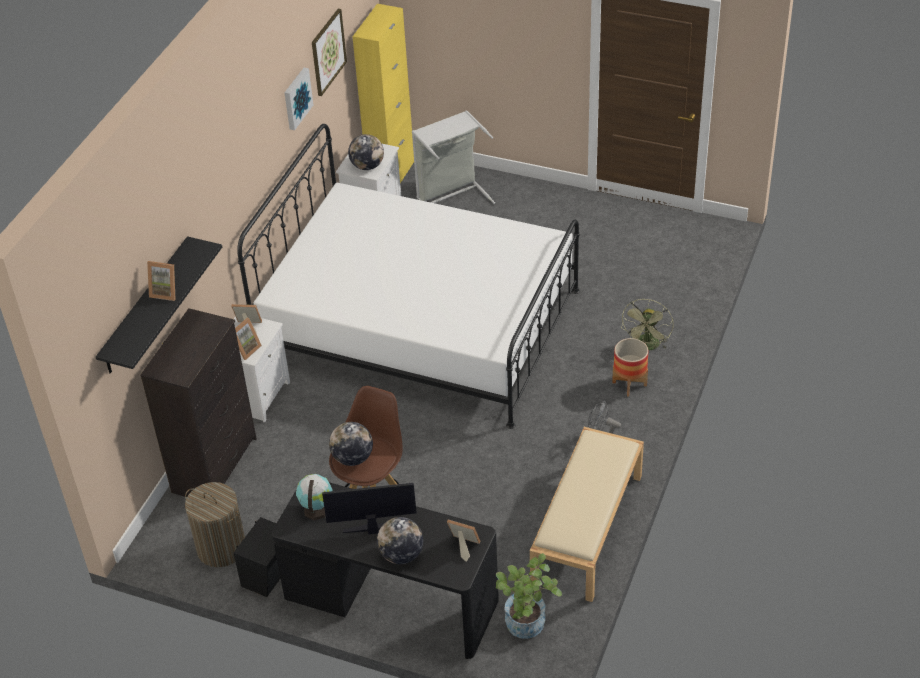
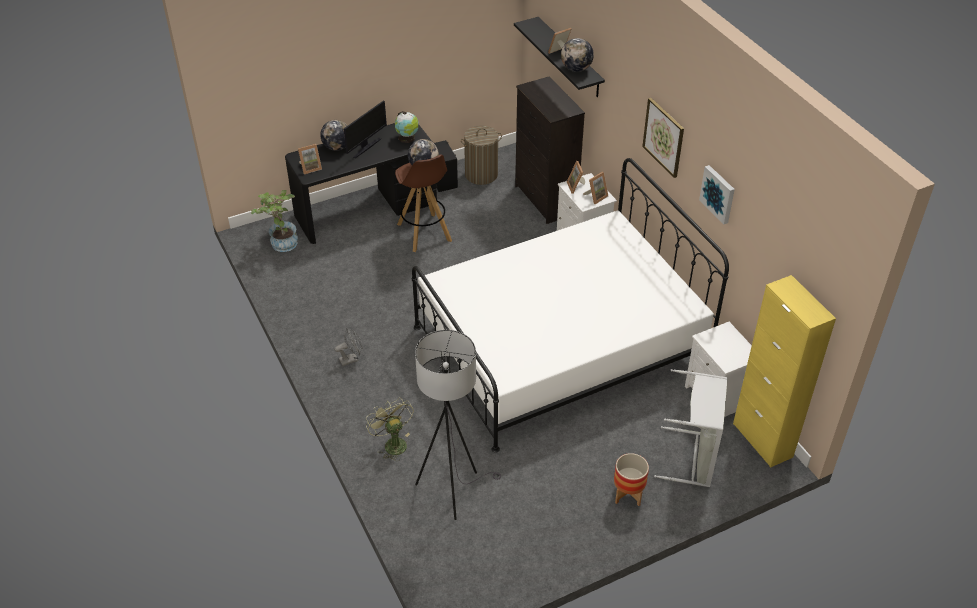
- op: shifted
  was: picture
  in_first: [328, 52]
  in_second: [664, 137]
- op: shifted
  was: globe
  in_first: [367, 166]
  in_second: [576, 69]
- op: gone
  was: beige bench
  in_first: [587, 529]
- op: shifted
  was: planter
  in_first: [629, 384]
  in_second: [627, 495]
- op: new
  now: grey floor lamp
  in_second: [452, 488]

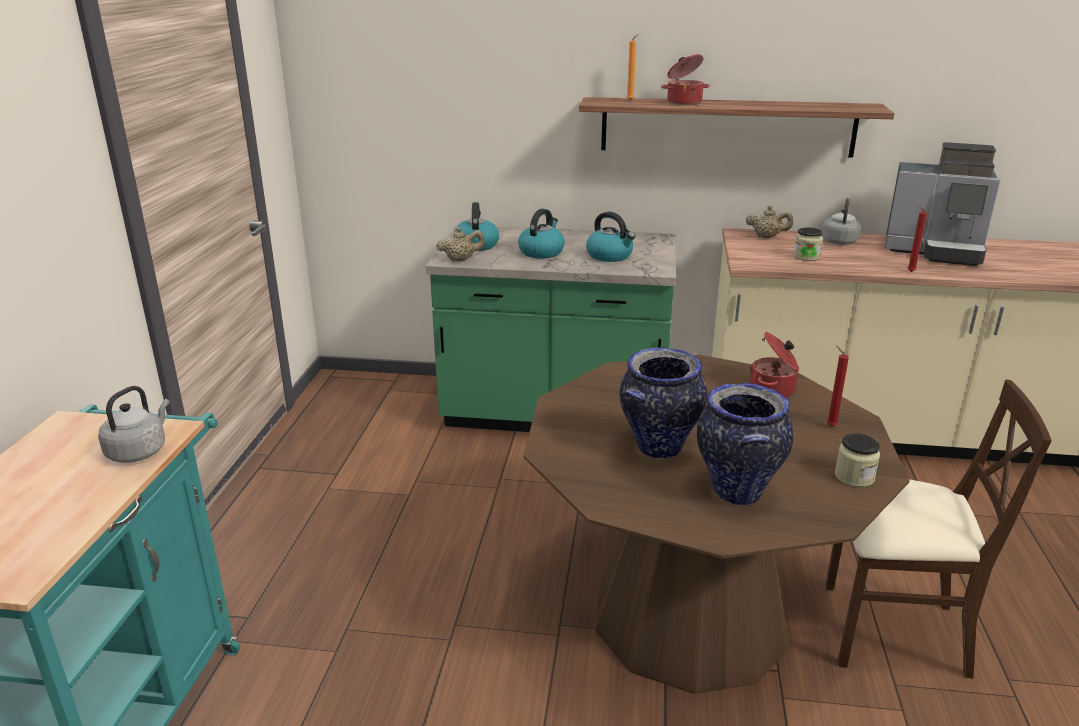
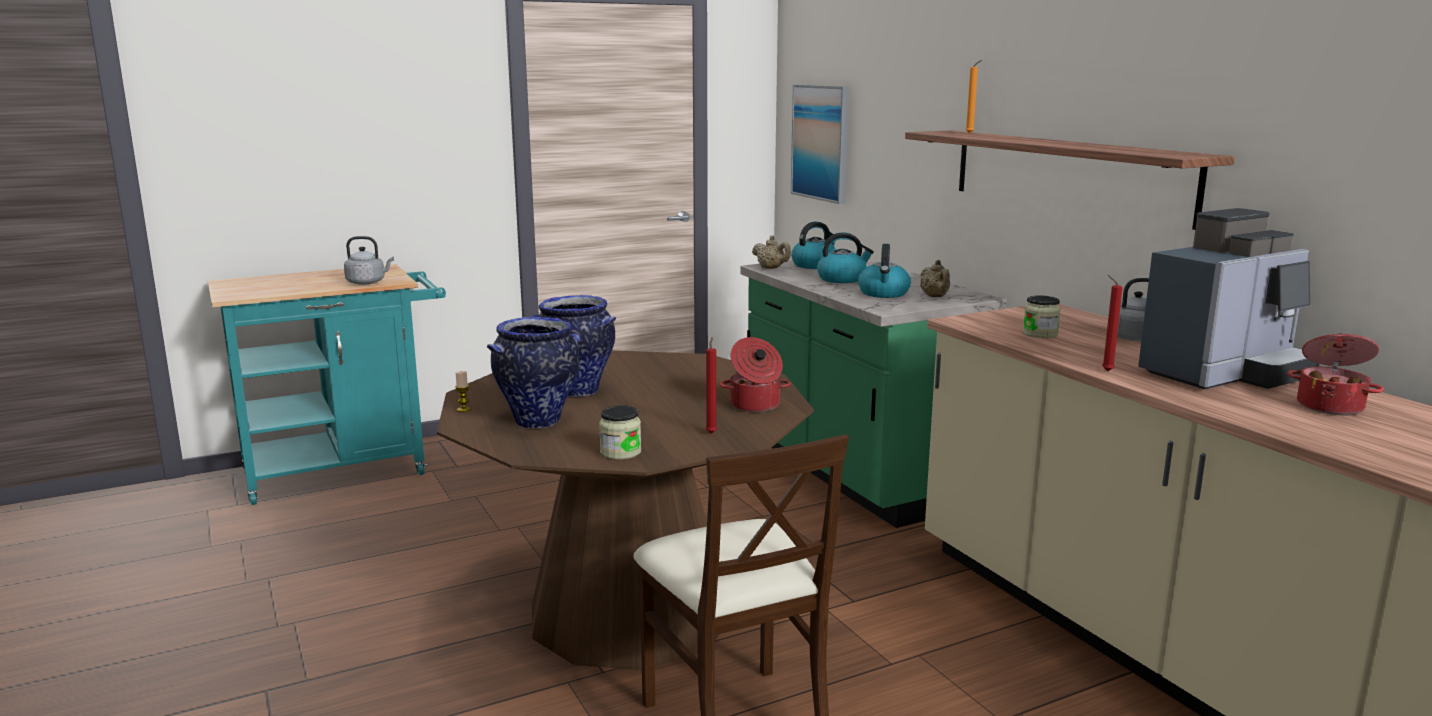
- op: shifted
  was: cooking pot
  in_first: [684, 102]
  in_second: [1330, 406]
- op: shifted
  was: beige teapot
  in_first: [767, 237]
  in_second: [935, 297]
- op: rotated
  was: coffee machine
  in_first: [935, 251]
  in_second: [1225, 373]
  clockwise: -105
- op: new
  now: candle
  in_second: [463, 410]
- op: new
  now: picture
  in_second: [821, 142]

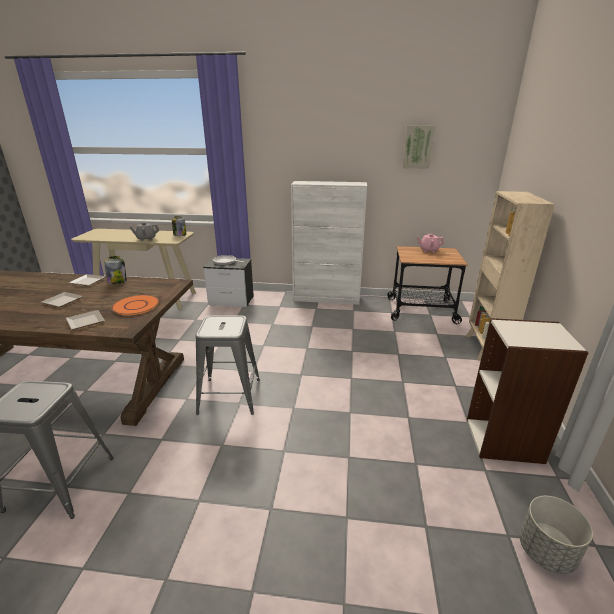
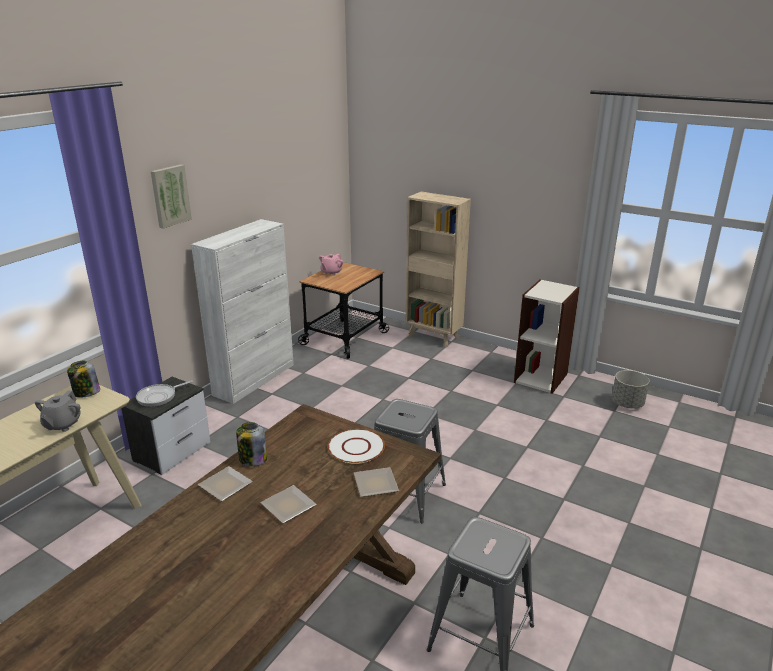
- op: repainted
  was: orange plate
  now: white plate
  in_first: [135, 306]
  in_second: [356, 447]
- op: shifted
  was: picture
  in_first: [417, 147]
  in_second: [170, 195]

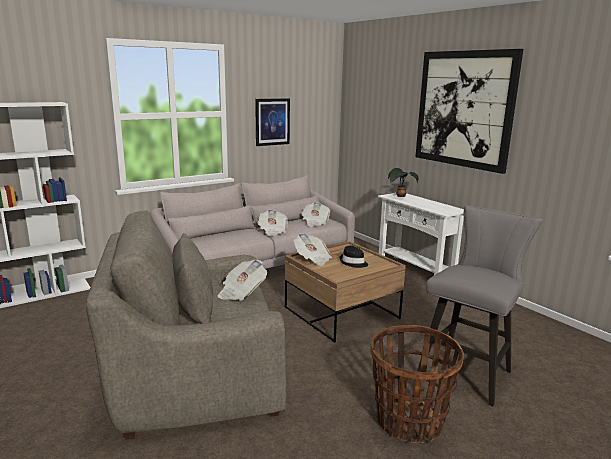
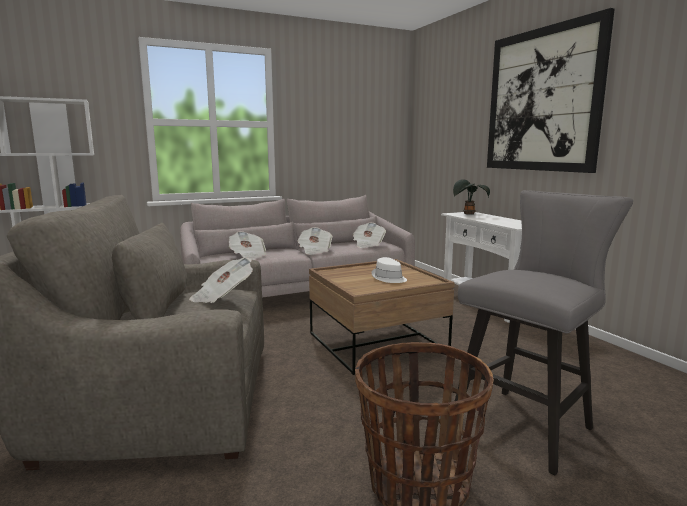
- op: gone
  was: picture
  in_first: [272, 122]
- op: shifted
  was: newspaper
  in_first: [312, 259]
  in_second: [248, 256]
- op: repainted
  was: black hat
  now: white hat
  in_first: [353, 262]
  in_second: [389, 278]

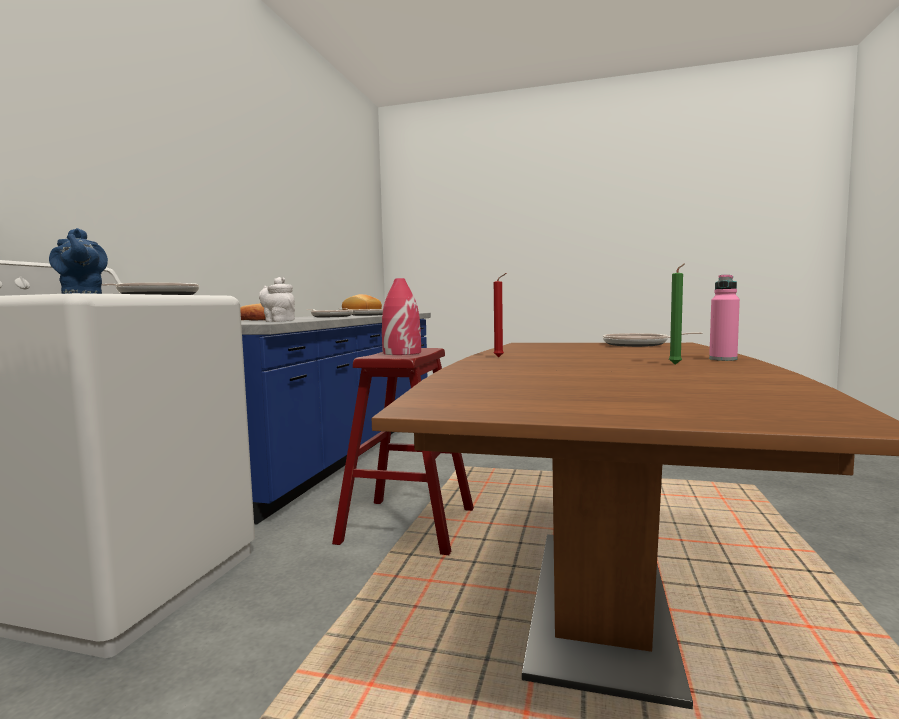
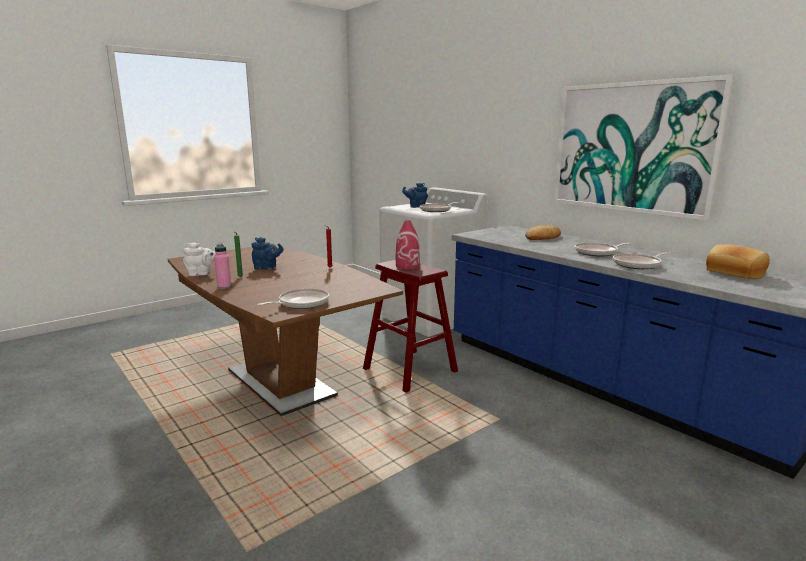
- op: shifted
  was: white teapot
  in_first: [278, 321]
  in_second: [202, 274]
- op: new
  now: blue teapot
  in_second: [267, 268]
- op: new
  now: picture
  in_second: [633, 147]

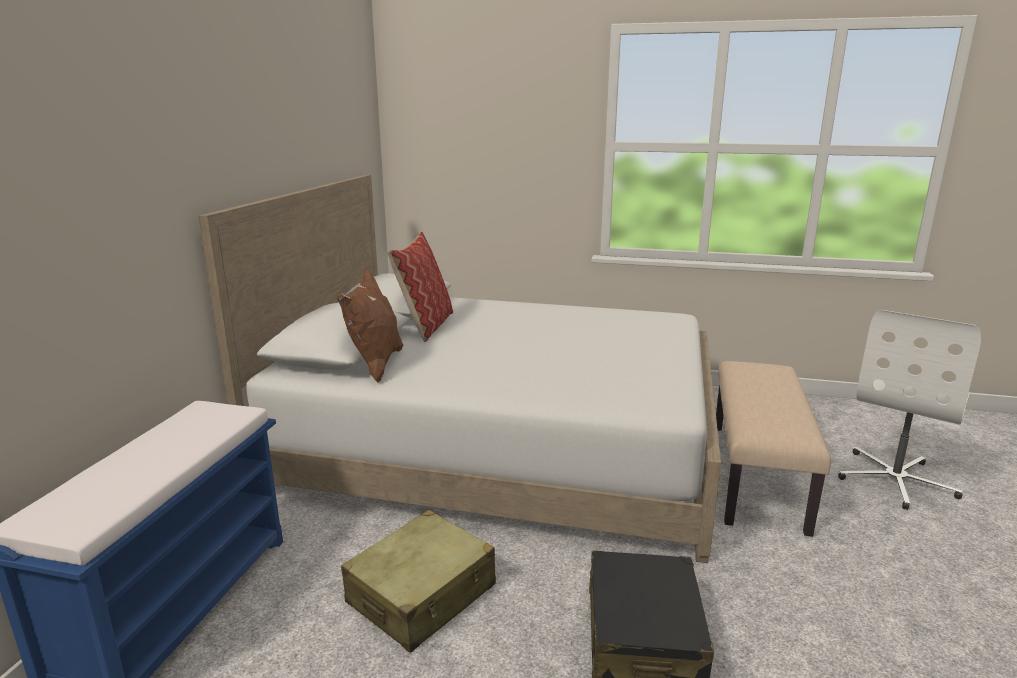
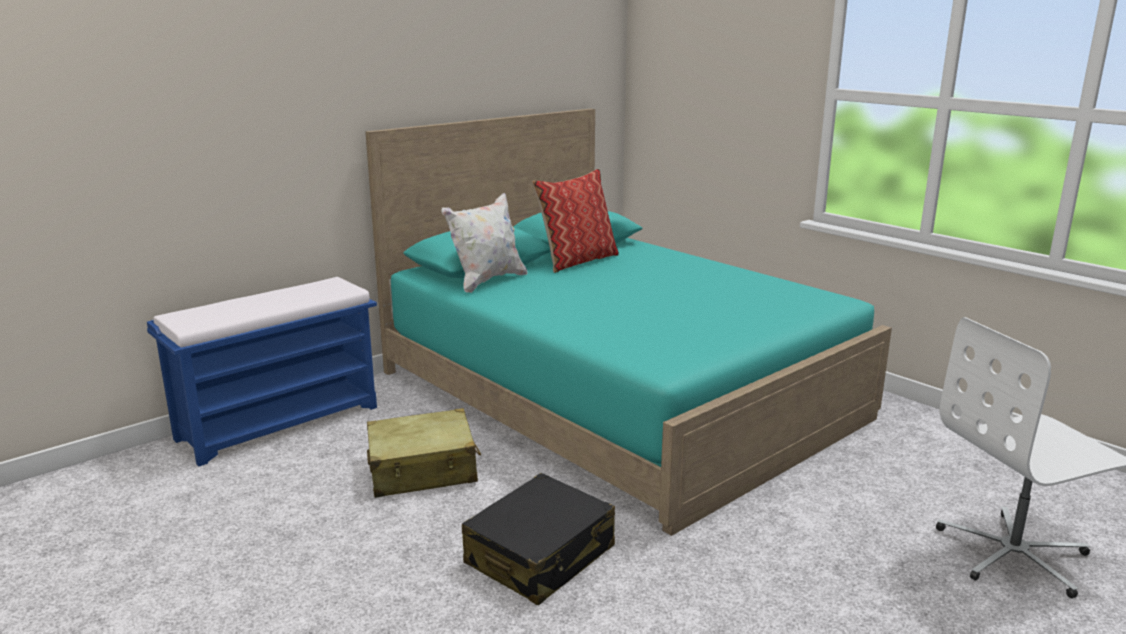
- op: repainted
  was: white bed
  now: turquoise bed
  in_first: [500, 444]
  in_second: [617, 393]
- op: repainted
  was: brown pillow
  now: white pillow
  in_first: [375, 365]
  in_second: [487, 281]
- op: gone
  was: beige bench
  in_first: [755, 474]

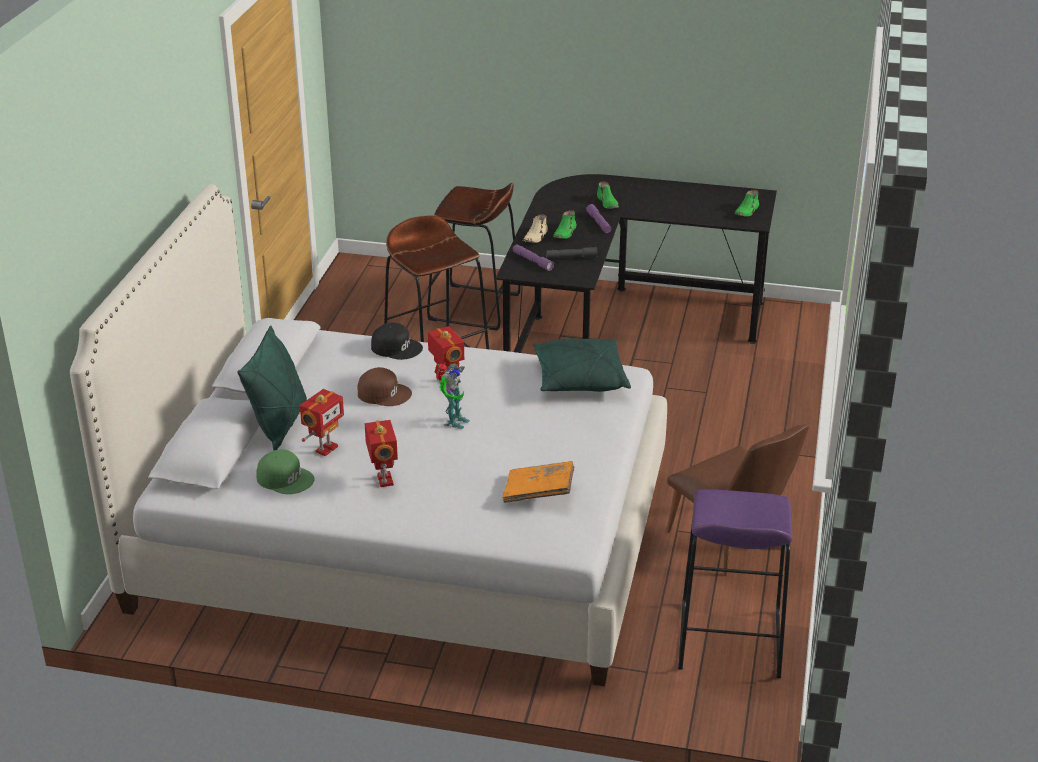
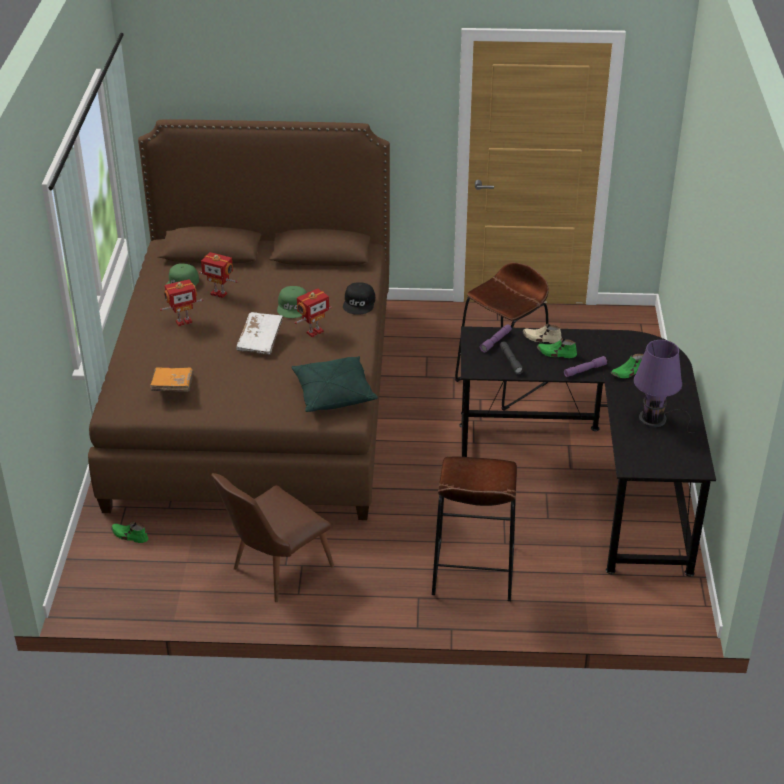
- op: repainted
  was: white bed
  now: brown bed
  in_first: [402, 539]
  in_second: [255, 399]
- op: gone
  was: green pillow
  in_first: [279, 424]
- op: repainted
  was: brown cap
  now: green cap
  in_first: [384, 393]
  in_second: [293, 306]
- op: shifted
  was: brown stool
  in_first: [474, 307]
  in_second: [473, 571]
- op: swapped
  was: toy robot
  now: white book
  in_first: [453, 421]
  in_second: [260, 340]
- op: gone
  was: purple stool
  in_first: [729, 640]
- op: shifted
  was: green shoe
  in_first: [747, 211]
  in_second: [129, 536]
- op: new
  now: purple table lamp
  in_second: [656, 419]

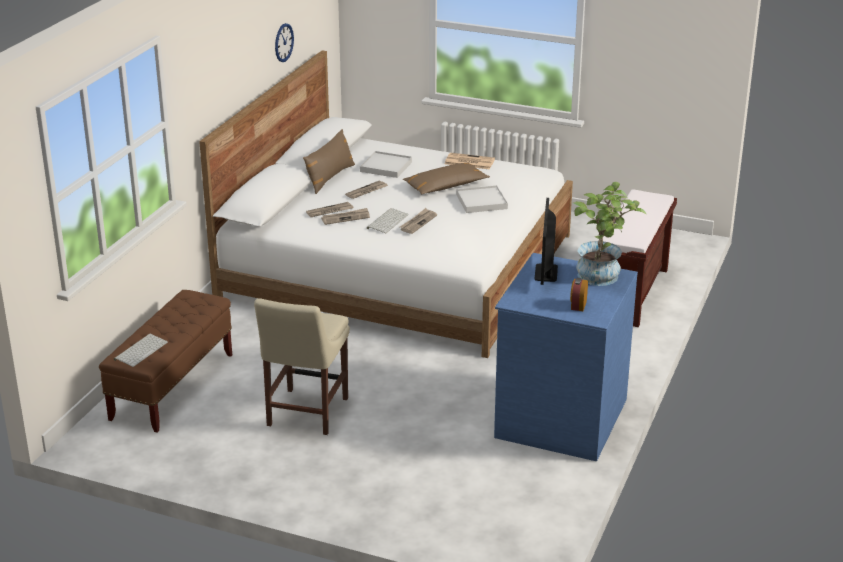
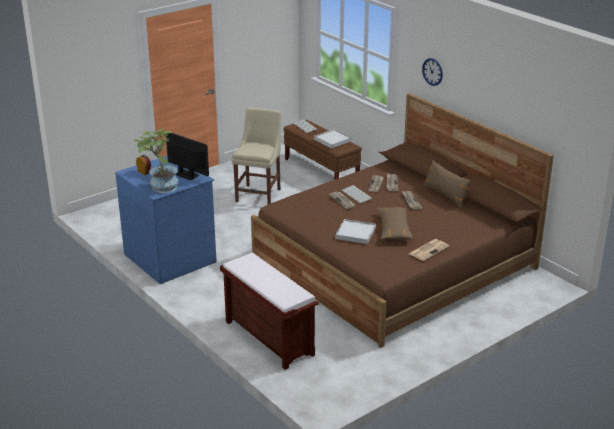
- op: repainted
  was: white bed
  now: brown bed
  in_first: [397, 266]
  in_second: [394, 262]
- op: rotated
  was: beige chair
  in_first: [305, 414]
  in_second: [259, 194]
  clockwise: 60
- op: shifted
  was: wall clock
  in_first: [283, 42]
  in_second: [432, 71]
- op: shifted
  was: white tray
  in_first: [386, 167]
  in_second: [333, 140]

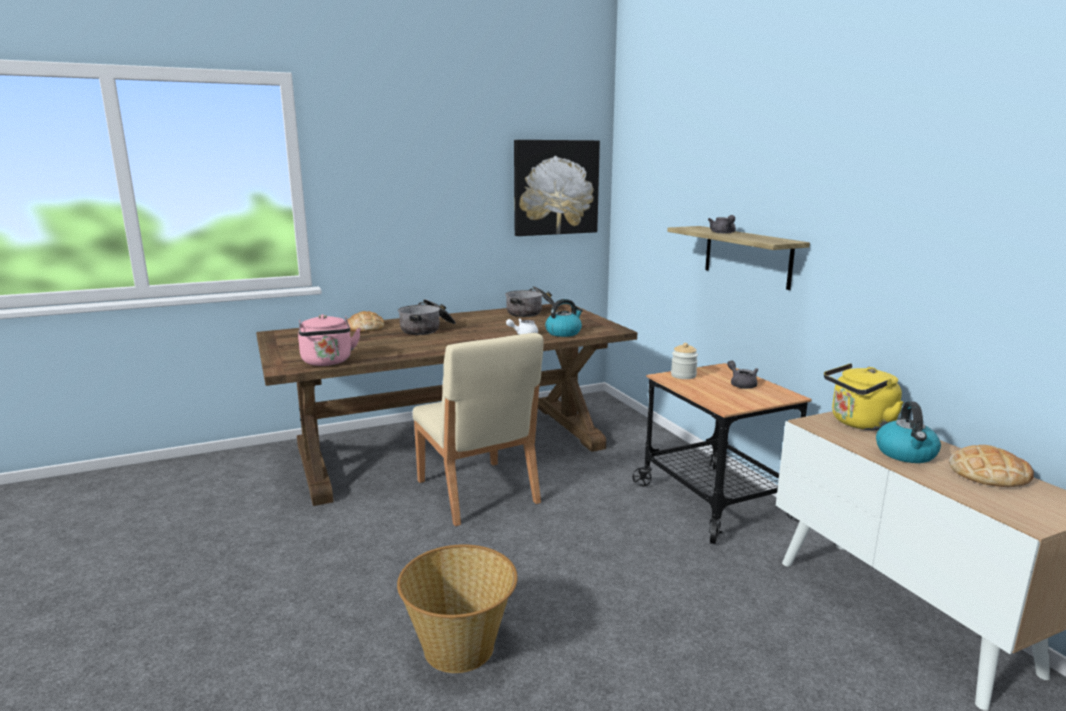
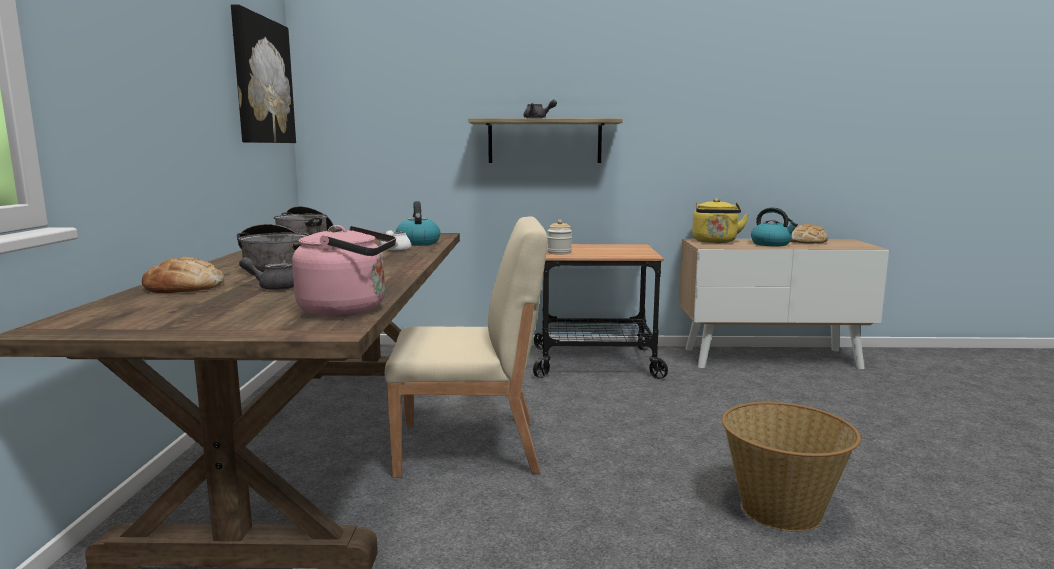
- op: shifted
  was: grey teapot
  in_first: [741, 384]
  in_second: [274, 287]

